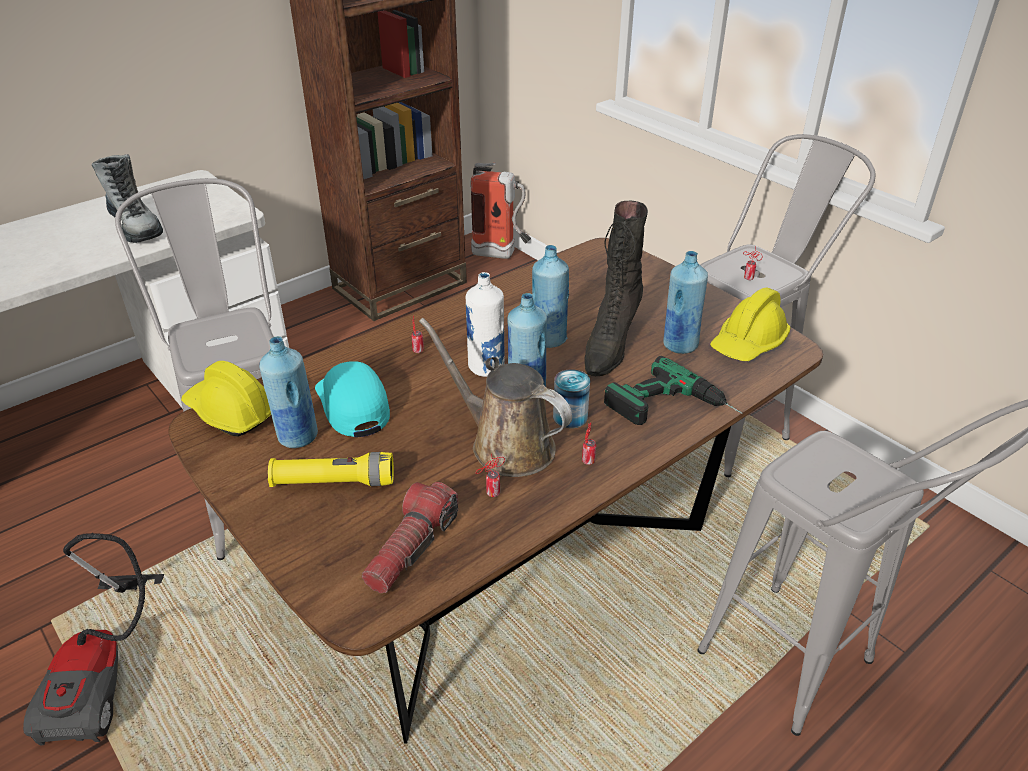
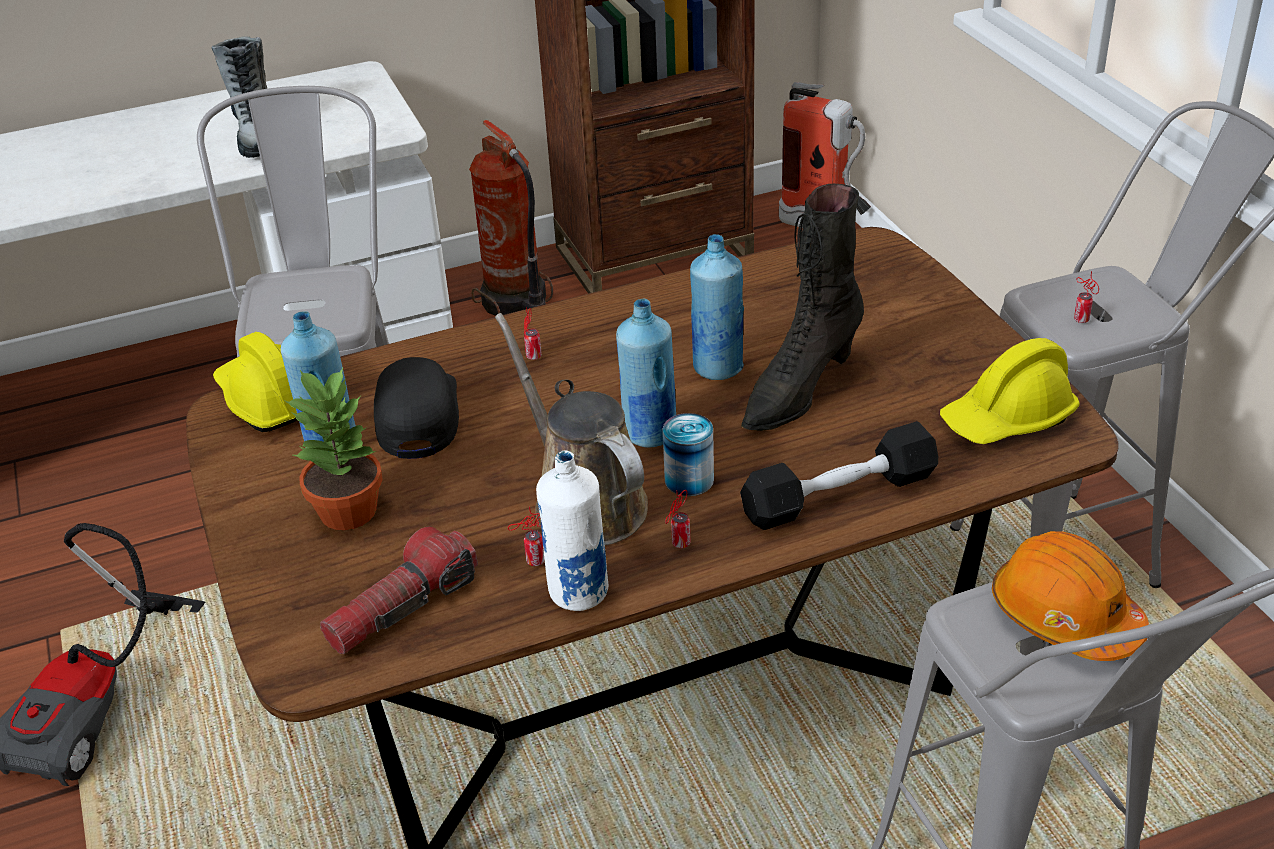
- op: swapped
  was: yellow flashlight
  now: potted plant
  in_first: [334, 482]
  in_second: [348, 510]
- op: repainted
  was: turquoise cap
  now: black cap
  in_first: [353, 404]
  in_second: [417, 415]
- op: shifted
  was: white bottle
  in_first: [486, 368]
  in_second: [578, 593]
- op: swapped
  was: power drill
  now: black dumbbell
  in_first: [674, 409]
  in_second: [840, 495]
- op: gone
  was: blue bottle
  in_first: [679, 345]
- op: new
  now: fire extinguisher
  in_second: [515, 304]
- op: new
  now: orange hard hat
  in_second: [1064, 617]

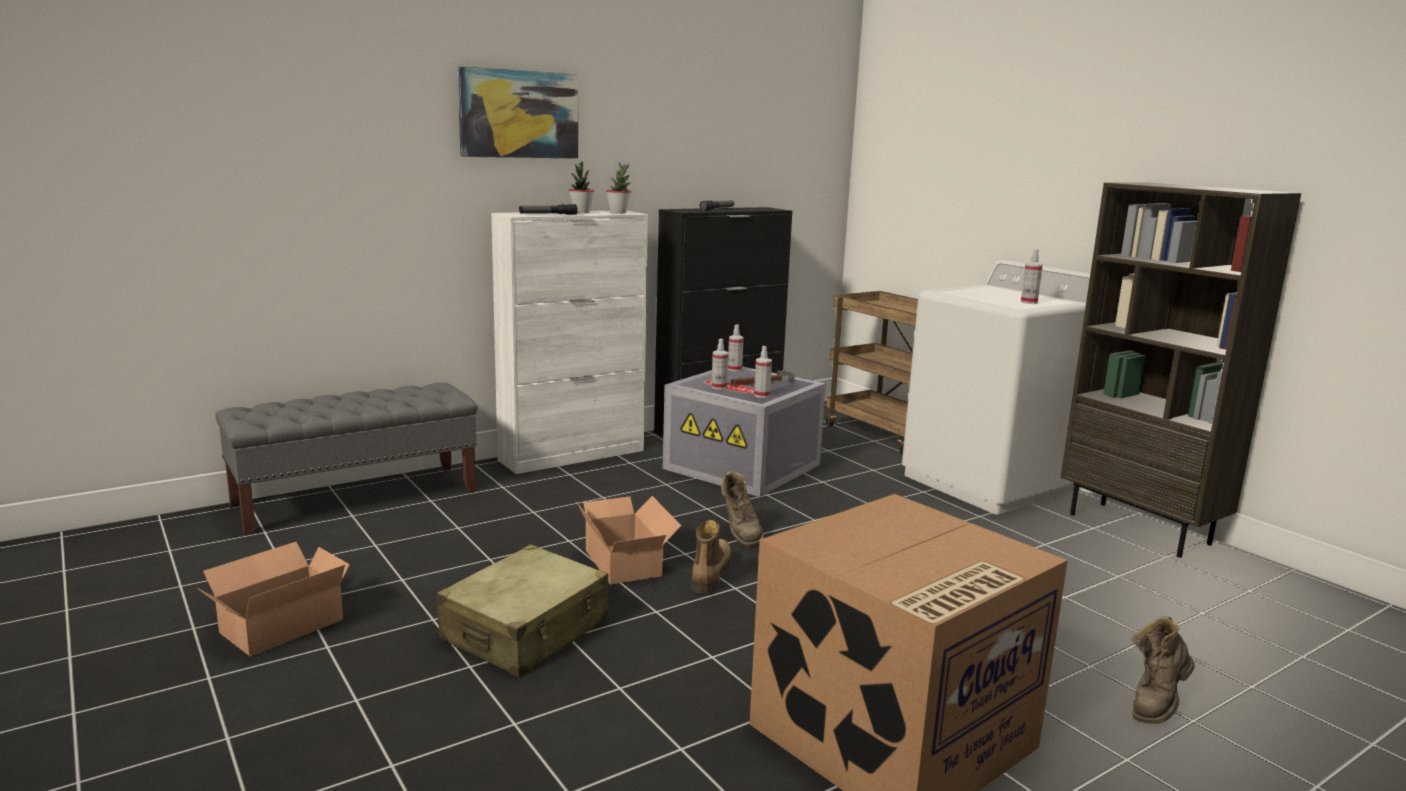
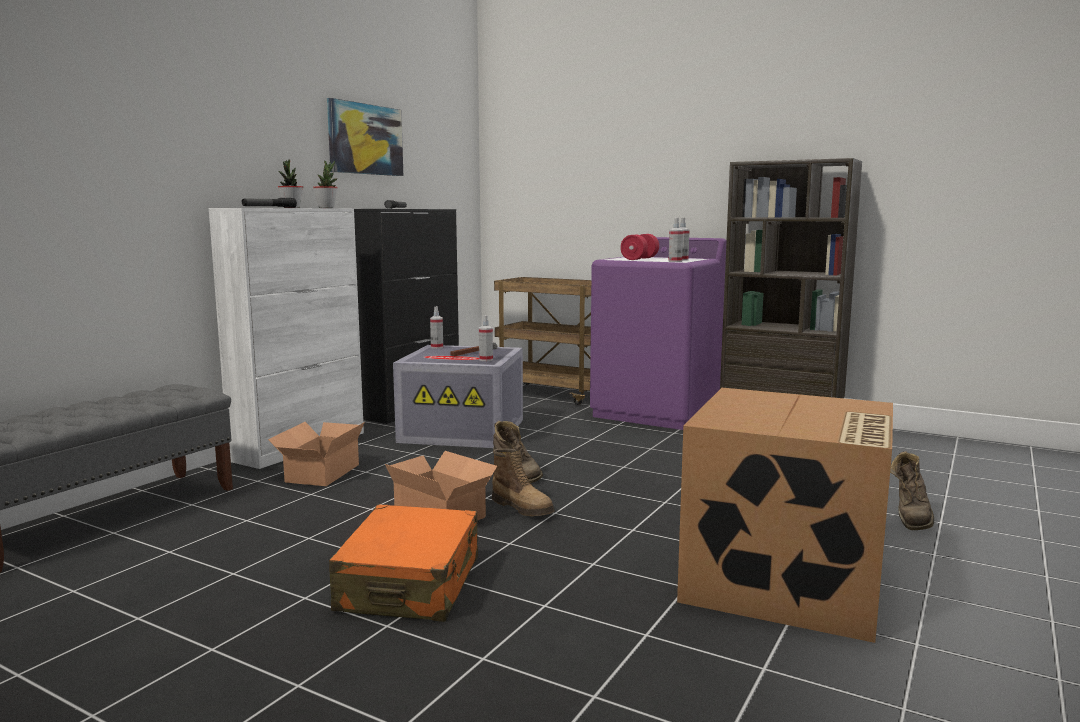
- op: shifted
  was: cardboard box
  in_first: [277, 625]
  in_second: [319, 473]
- op: repainted
  was: beige suitcase
  now: orange suitcase
  in_first: [526, 631]
  in_second: [410, 584]
- op: shifted
  was: picture
  in_first: [519, 114]
  in_second: [365, 139]
- op: rotated
  was: boot
  in_first: [709, 574]
  in_second: [523, 508]
  clockwise: 150
- op: shifted
  was: spray bottle
  in_first: [719, 387]
  in_second: [675, 261]
- op: repainted
  was: white washing machine
  now: purple washing machine
  in_first: [989, 483]
  in_second: [657, 412]
- op: new
  now: red dumbbell
  in_second: [639, 259]

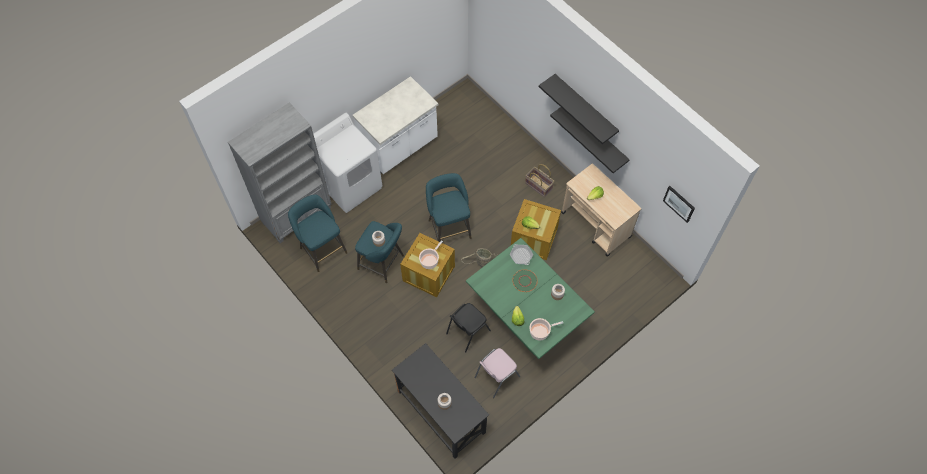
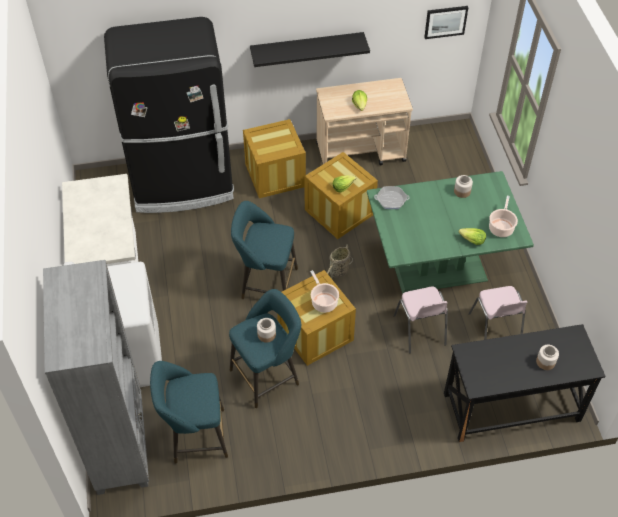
- op: repainted
  was: black chair
  now: pink chair
  in_first: [467, 332]
  in_second: [420, 330]
- op: gone
  was: green plate
  in_first: [524, 281]
- op: swapped
  was: basket
  now: crate
  in_first: [539, 185]
  in_second: [275, 175]
- op: gone
  was: black shelf
  in_first: [585, 107]
- op: new
  now: black fridge
  in_second: [183, 184]

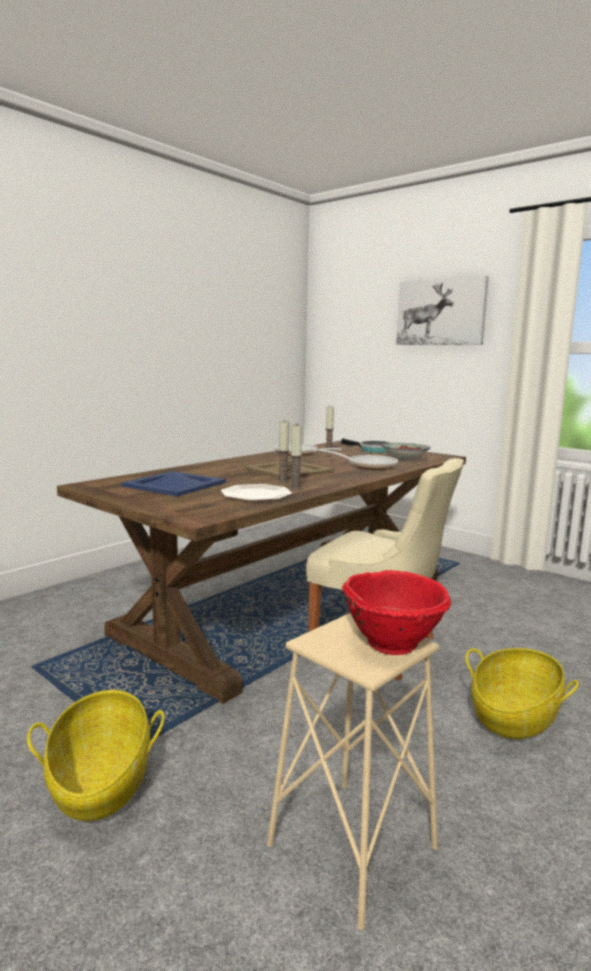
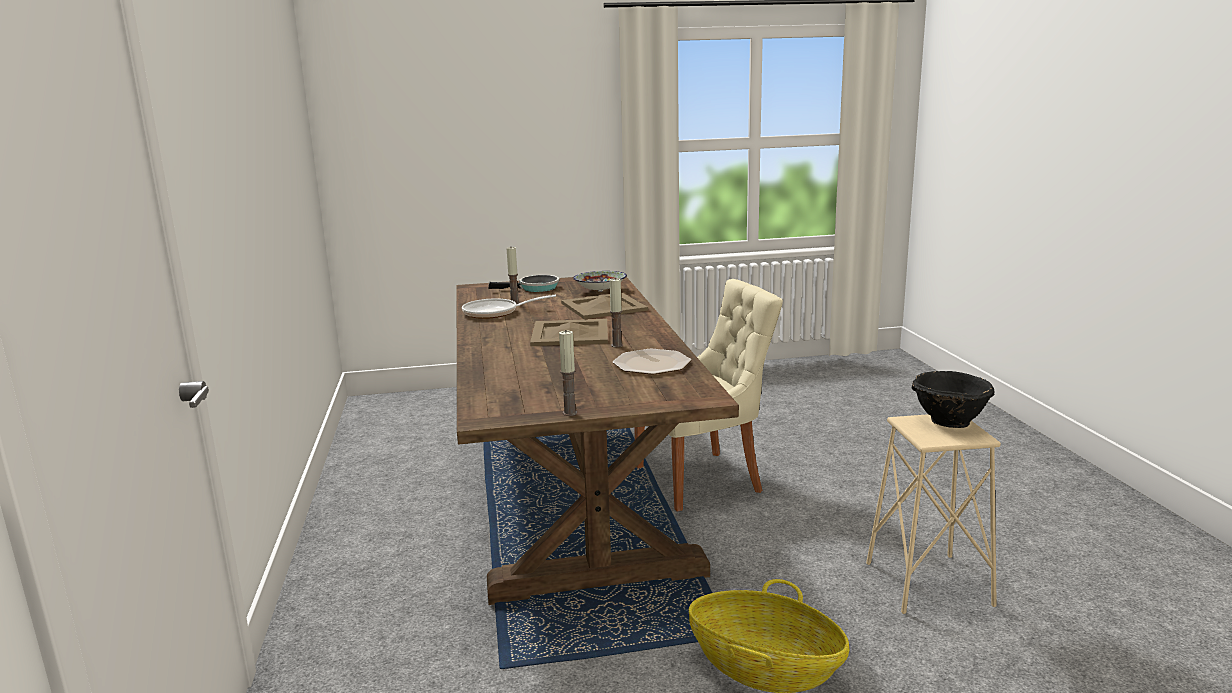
- op: gone
  was: blue tray
  in_first: [173, 484]
- op: shifted
  was: candle
  in_first: [295, 488]
  in_second: [569, 413]
- op: swapped
  was: frying pan
  now: beige tray
  in_first: [368, 466]
  in_second: [602, 306]
- op: repainted
  was: red bowl
  now: black bowl
  in_first: [393, 642]
  in_second: [949, 421]
- op: gone
  was: picture
  in_first: [441, 312]
- op: gone
  was: basket
  in_first: [514, 715]

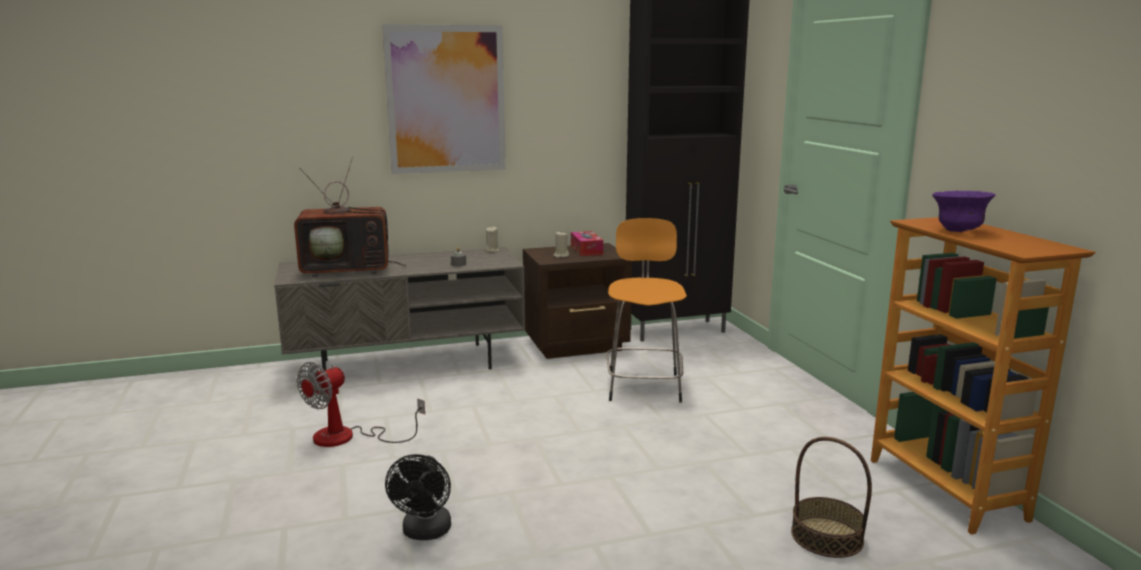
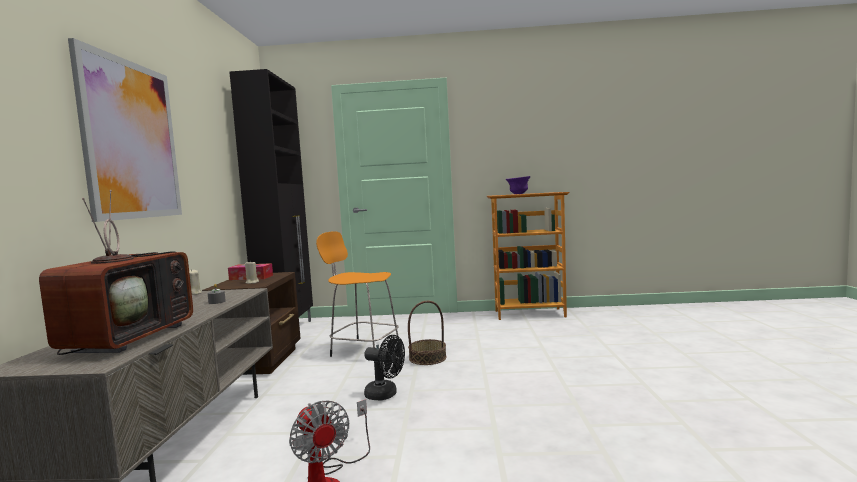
- op: shifted
  was: black fan
  in_first: [425, 533]
  in_second: [386, 394]
- op: shifted
  was: basket
  in_first: [827, 536]
  in_second: [427, 358]

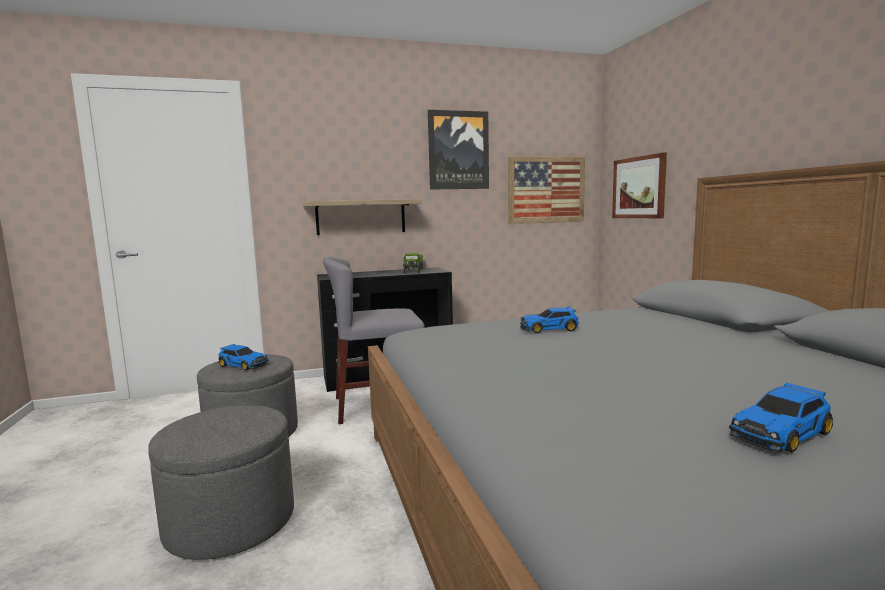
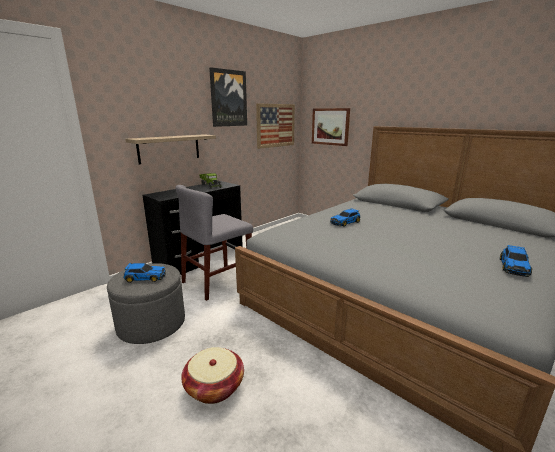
- op: swapped
  was: grey ottoman
  now: basket
  in_first: [230, 521]
  in_second: [214, 387]

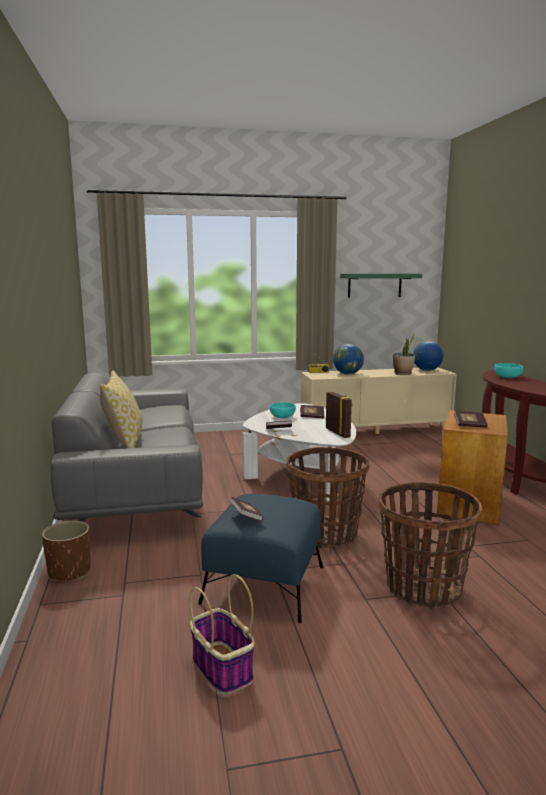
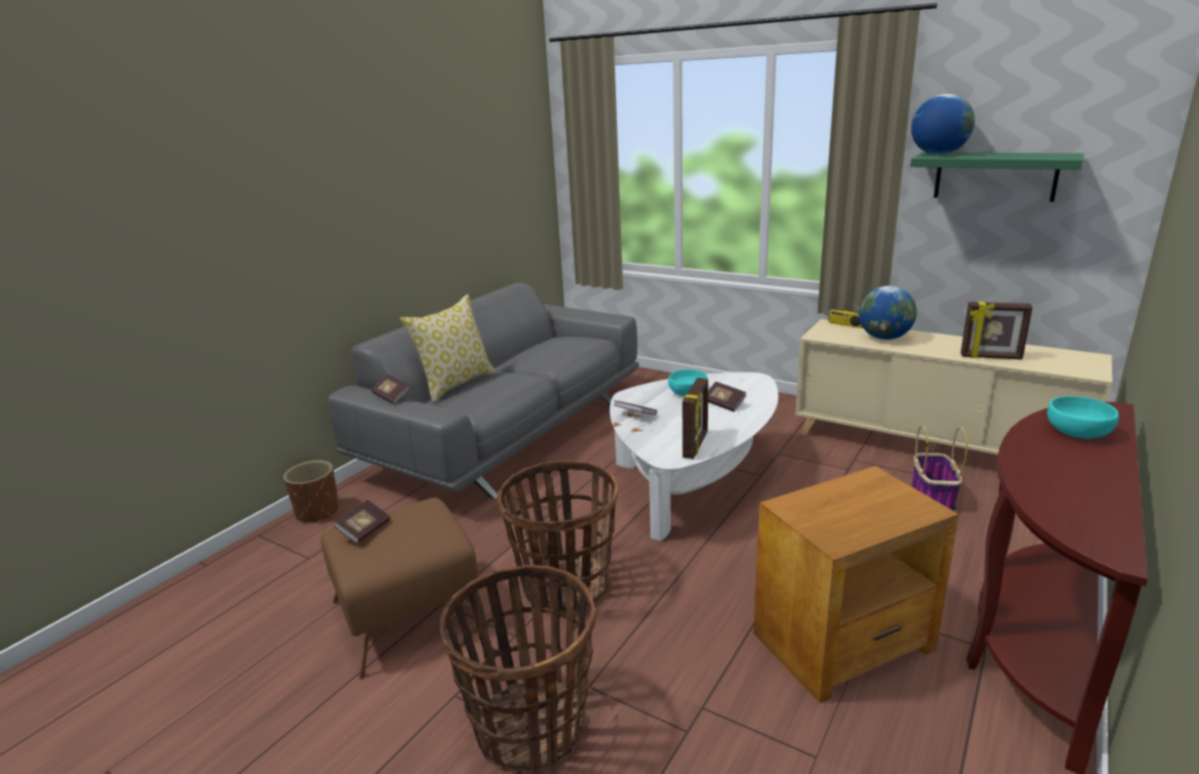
- op: shifted
  was: basket
  in_first: [221, 668]
  in_second: [932, 497]
- op: repainted
  was: blue ottoman
  now: brown ottoman
  in_first: [265, 584]
  in_second: [410, 614]
- op: swapped
  was: potted plant
  now: picture frame
  in_first: [403, 373]
  in_second: [991, 357]
- op: shifted
  was: globe
  in_first: [426, 370]
  in_second: [938, 154]
- op: shifted
  was: book
  in_first: [469, 425]
  in_second: [392, 397]

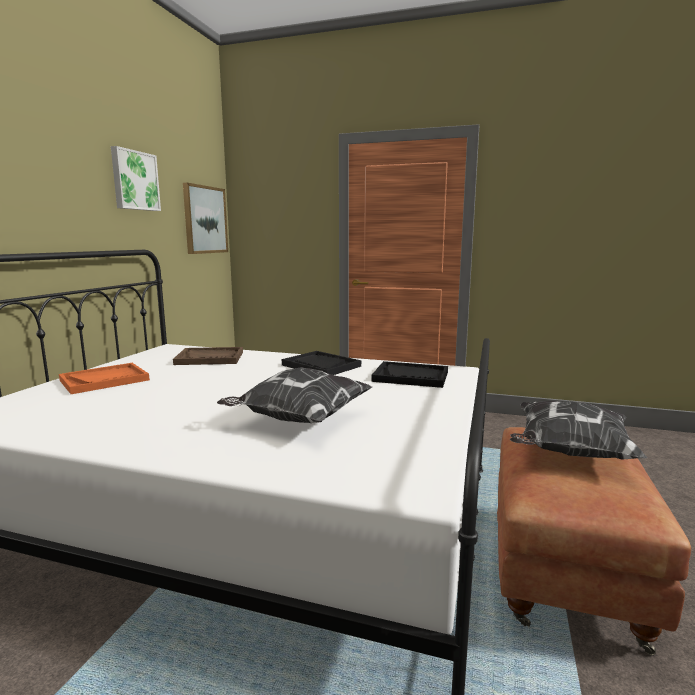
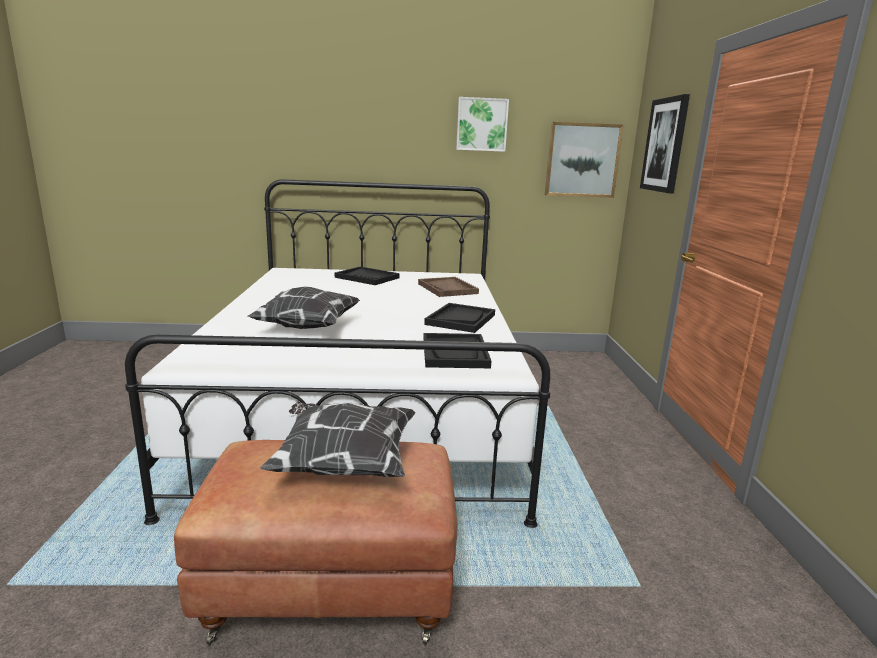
- op: repainted
  was: orange tray
  now: black tray
  in_first: [104, 380]
  in_second: [367, 277]
- op: new
  now: picture
  in_second: [665, 145]

